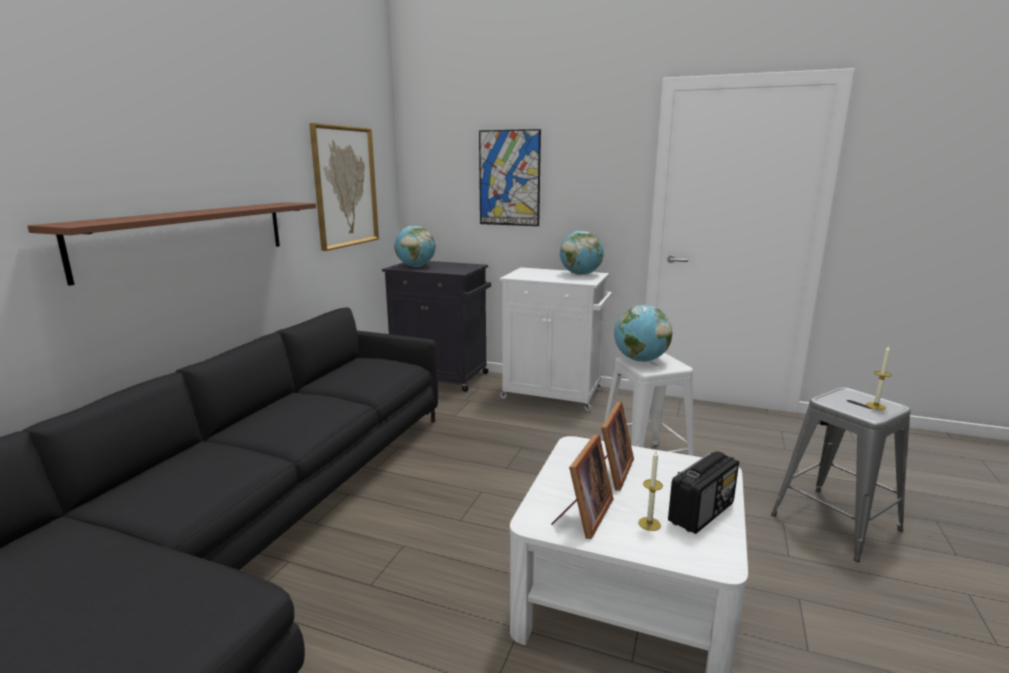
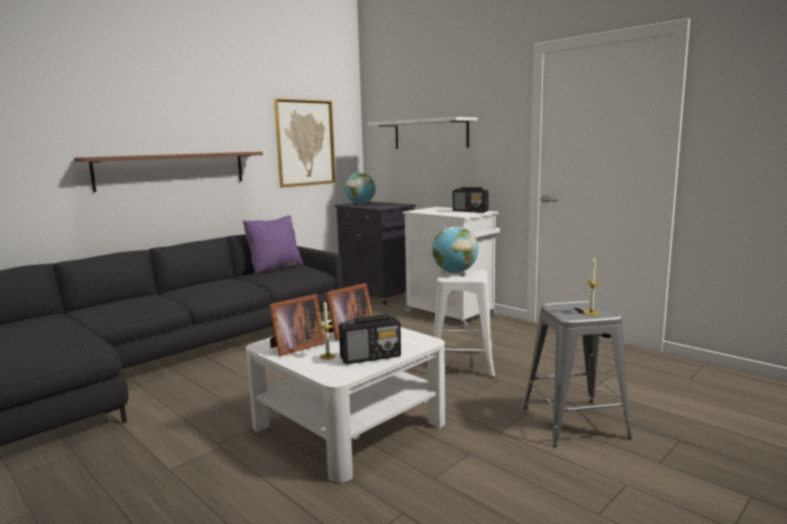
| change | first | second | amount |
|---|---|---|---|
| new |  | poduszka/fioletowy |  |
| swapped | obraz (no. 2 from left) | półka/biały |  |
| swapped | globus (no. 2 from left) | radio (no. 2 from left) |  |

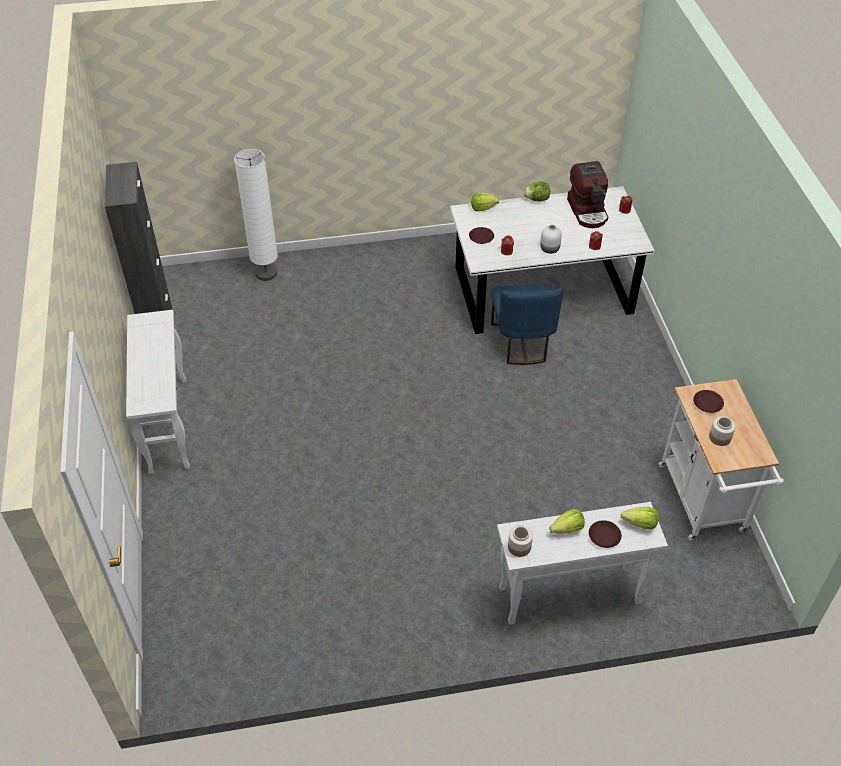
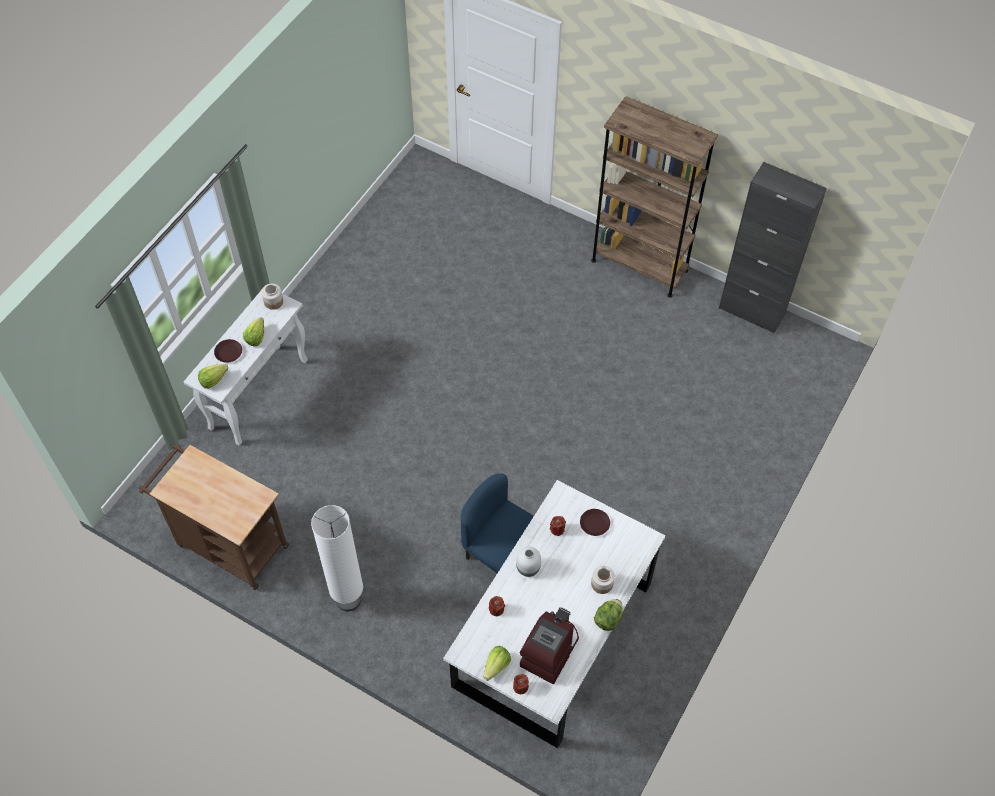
| change | first | second | amount |
|---|---|---|---|
| repainted | wózek/biały | wózek/brązowy |  |
| shifted | lampa stojąca/biały |  |  |
| shifted | sałata (no. 1 from left in the first image) | sałata (no. 3 from left) |  |
| rotated | ekspres do kawy |  | 90 degrees clockwise |
| swapped | stolik konsolowy/biały (no. 1 from left) | regał/brązowy |  |
| shifted | słoik (no. 2 from left) |  |  |
| gone | talerz/brązowy (no. 3 from left) |  |  |

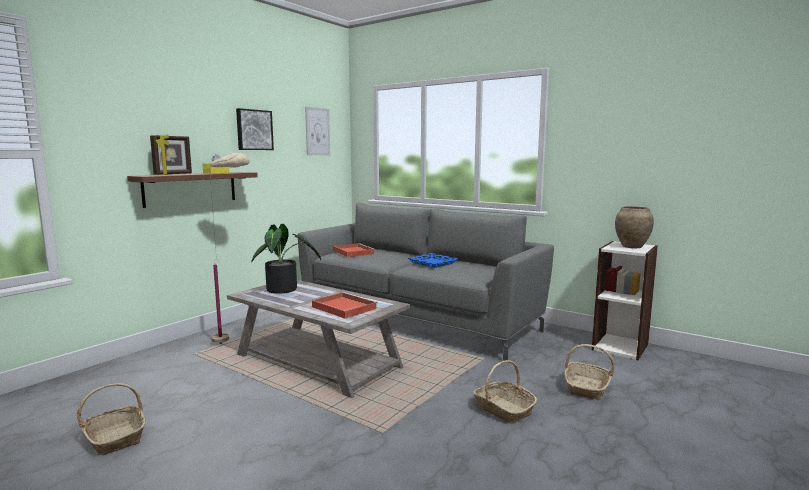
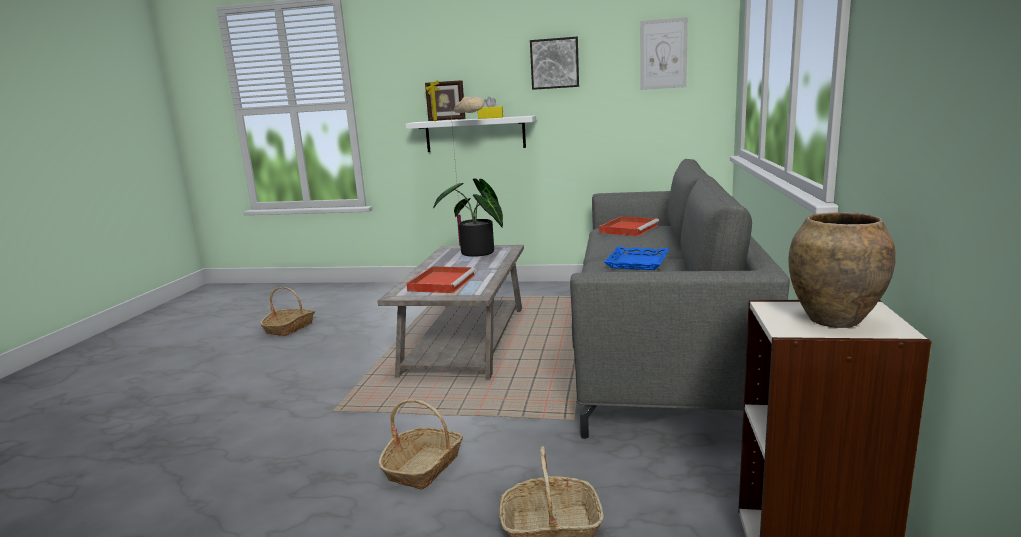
| change | first | second | amount |
|---|---|---|---|
| repainted | półka/brązowy | półka/biały |  |

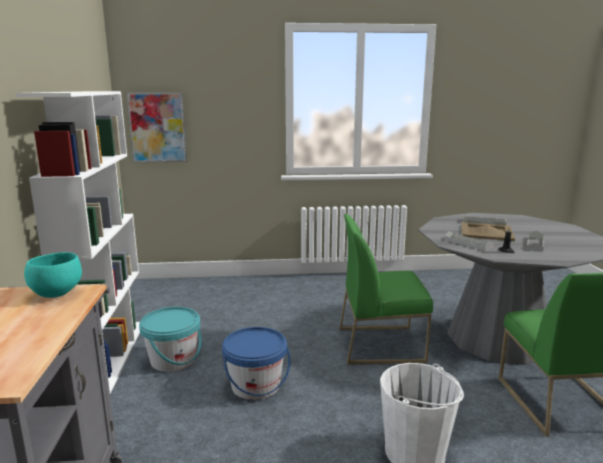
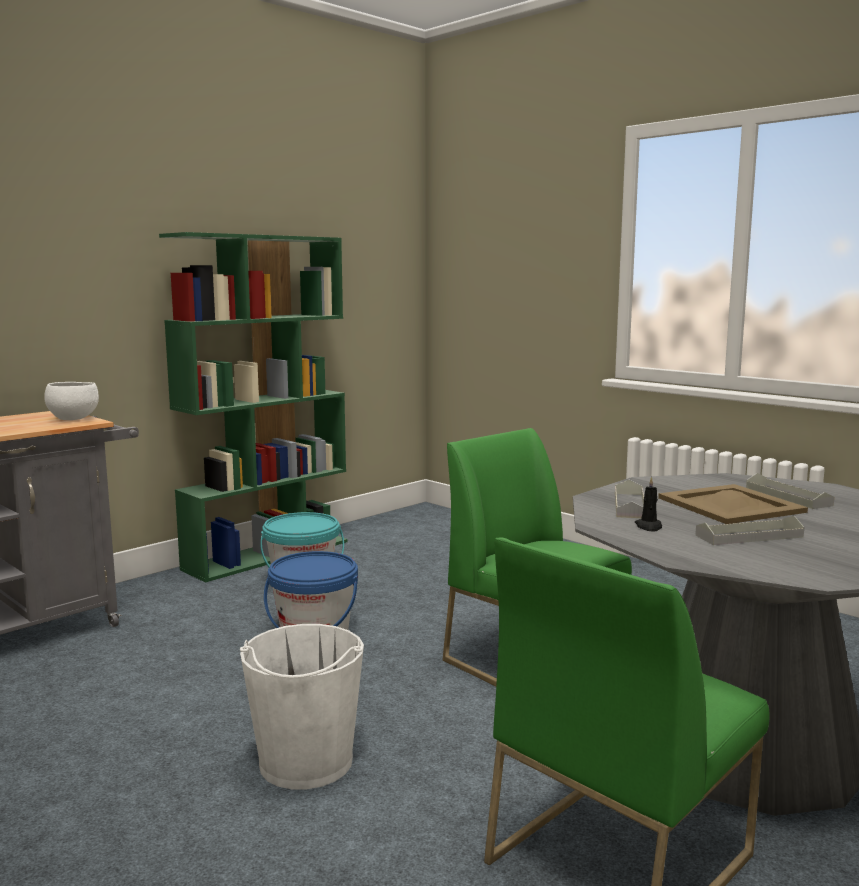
| change | first | second | amount |
|---|---|---|---|
| repainted | miska/turkusowy | miska/biały |  |
| repainted | regał/biały | regał/zielony |  |
| gone | obraz |  |  |

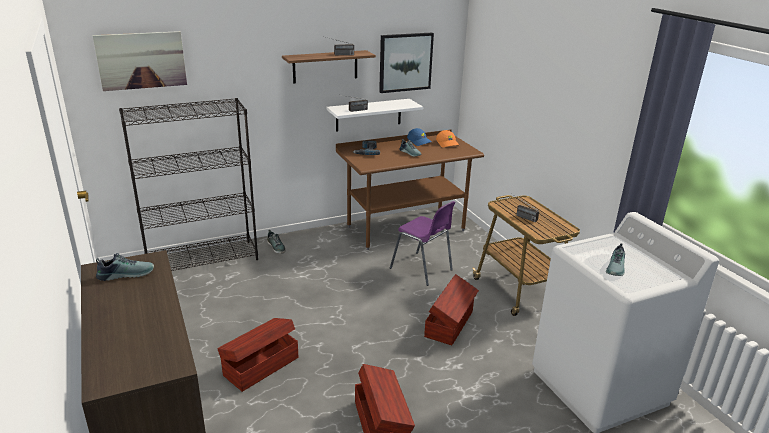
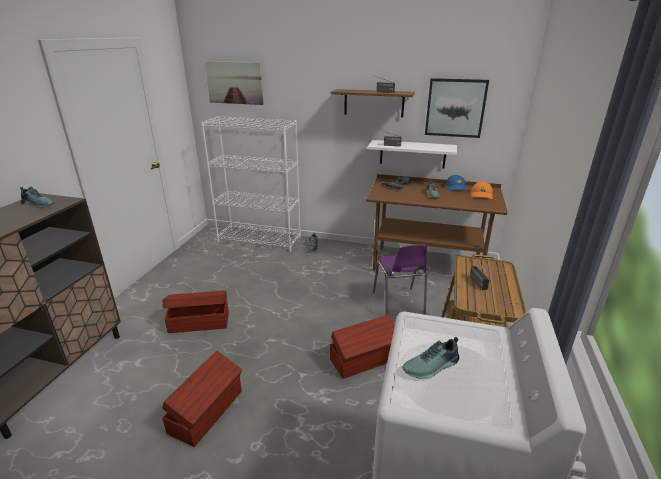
| change | first | second | amount |
|---|---|---|---|
| repainted | regał/czarny | regał/biały |  |

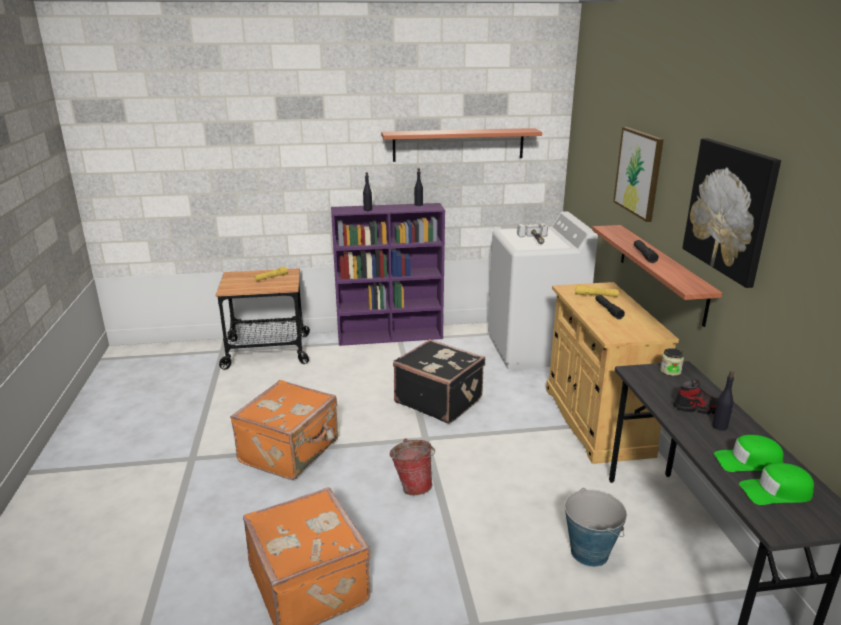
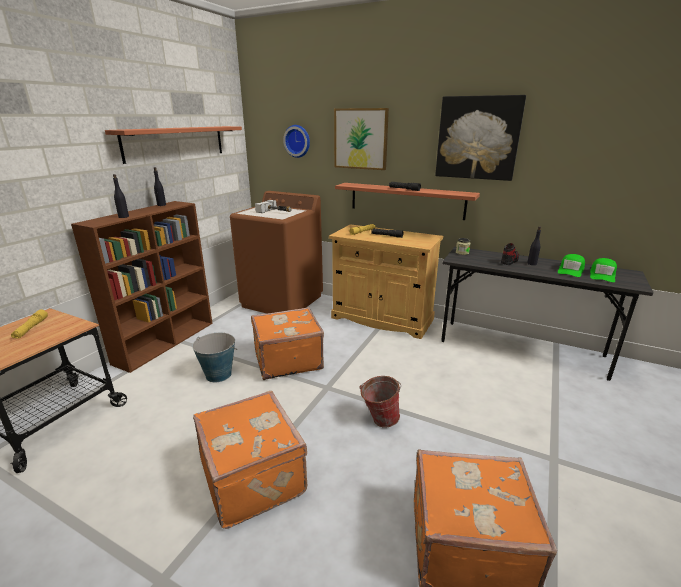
| change | first | second | amount |
|---|---|---|---|
| repainted | regał/fioletowy | regał/brązowy |  |
| shifted | wiadro (no. 2 from left in the first image) | wiadro (no. 1 from left) |  |
| repainted | pralka/biały | pralka/brązowy |  |
| repainted | walizka/czarny | walizka/pomarańczowy (no. 2 from left) |  |
| new |  | zegar ścienny |  |

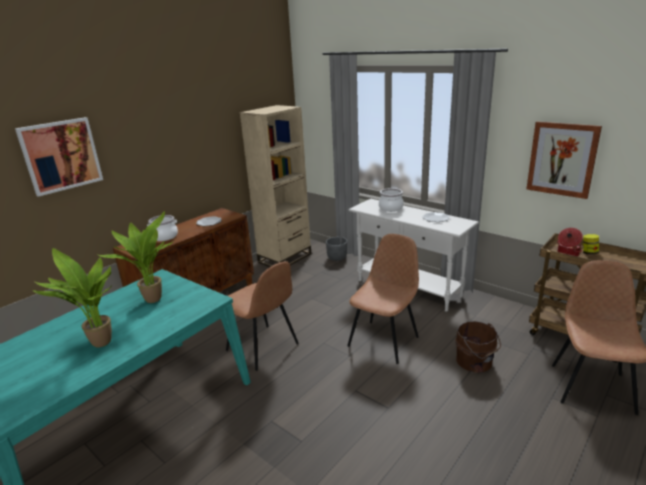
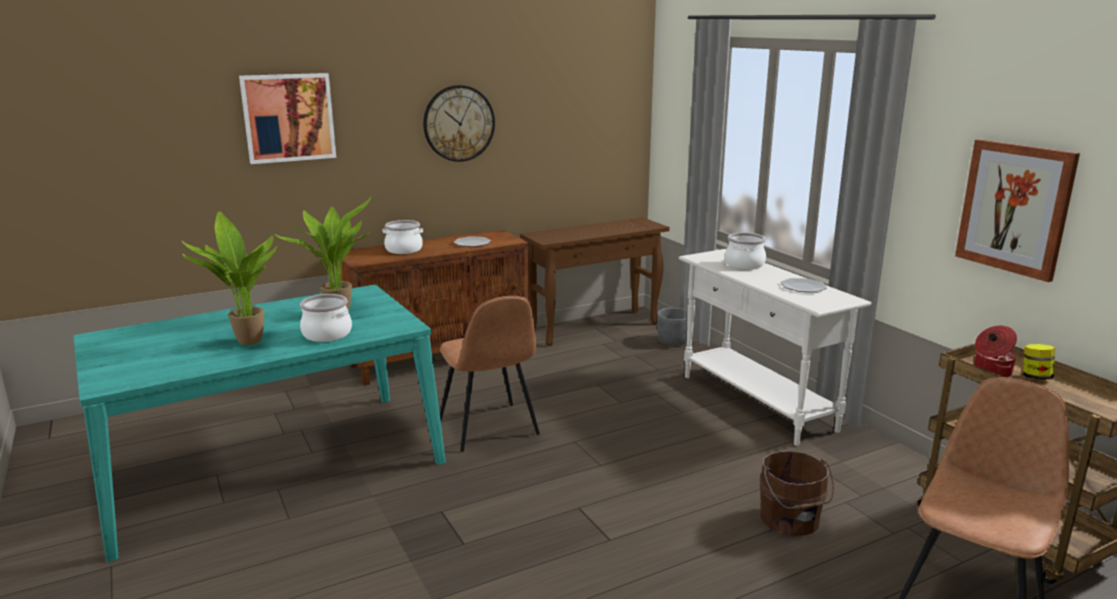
| change | first | second | amount |
|---|---|---|---|
| new |  | garnek (no. 1 from left) |  |
| new |  | zegar ścienny |  |
| swapped | regał/beżowy | stolik konsolowy/brązowy |  |
| gone | krzesło/brązowy (no. 2 from left) |  |  |

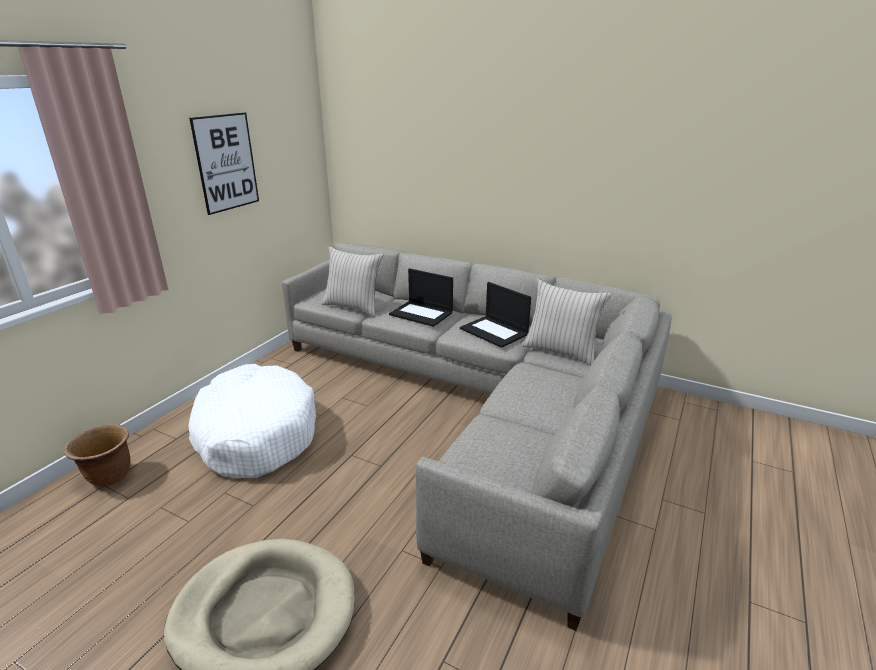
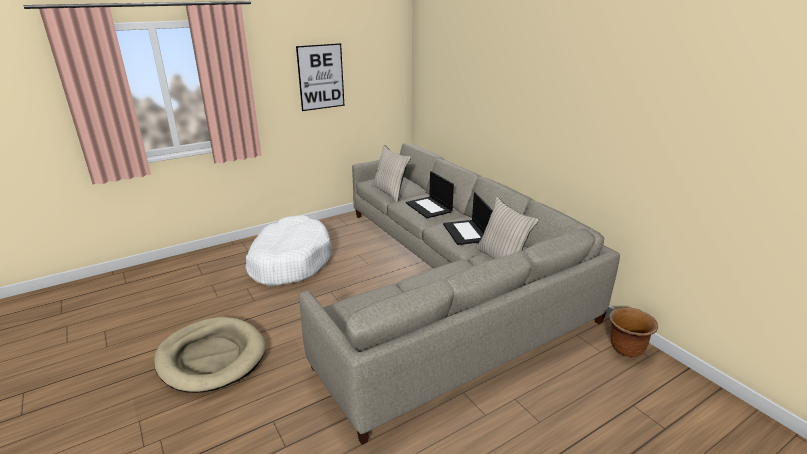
| change | first | second | amount |
|---|---|---|---|
| shifted | donica/brązowy |  |  |

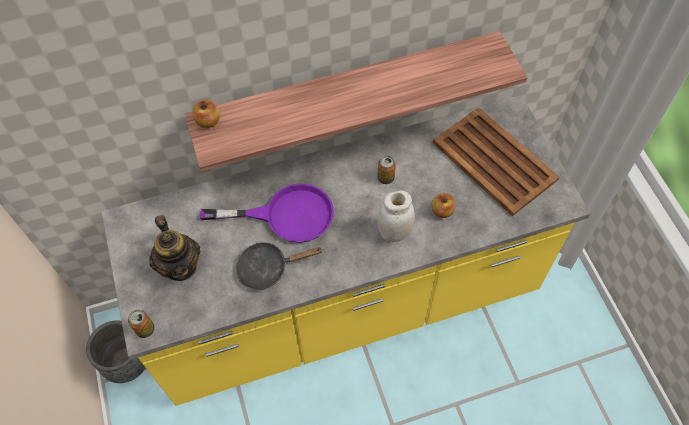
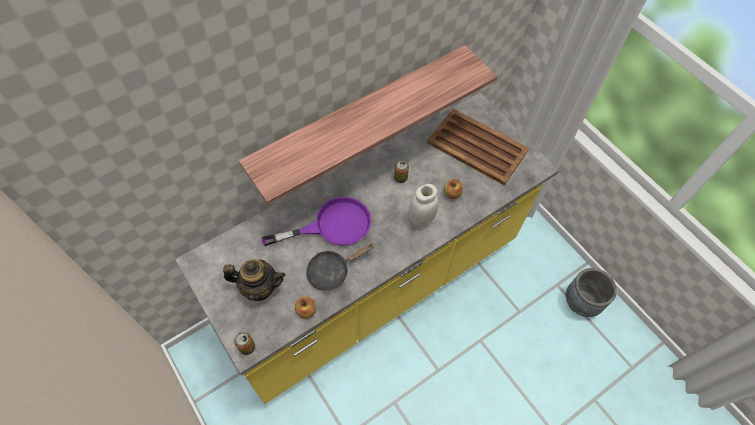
| change | first | second | amount |
|---|---|---|---|
| rotated | imbryk |  | 45 degrees counterclockwise |
| shifted | jabłko (no. 1 from left) |  |  |
| shifted | donica/szary |  |  |

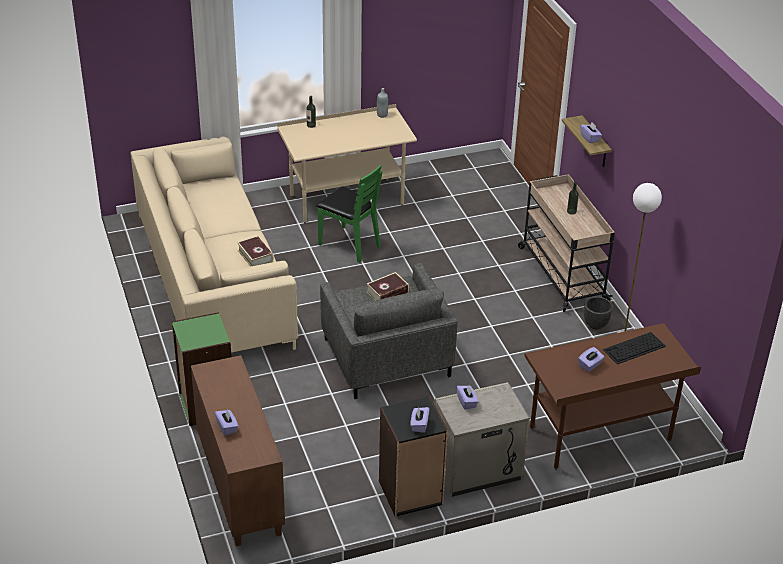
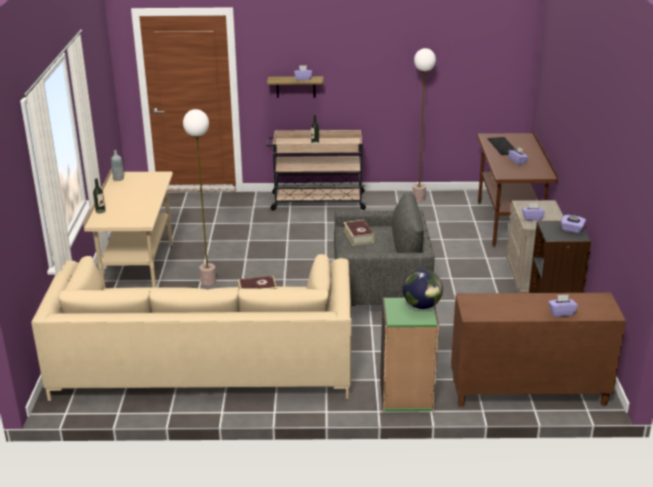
| change | first | second | amount |
|---|---|---|---|
| swapped | krzesło/zielony | lampa stojąca (no. 1 from left) |  |
| new |  | globus |  |
| gone | donica/czarny |  |  |

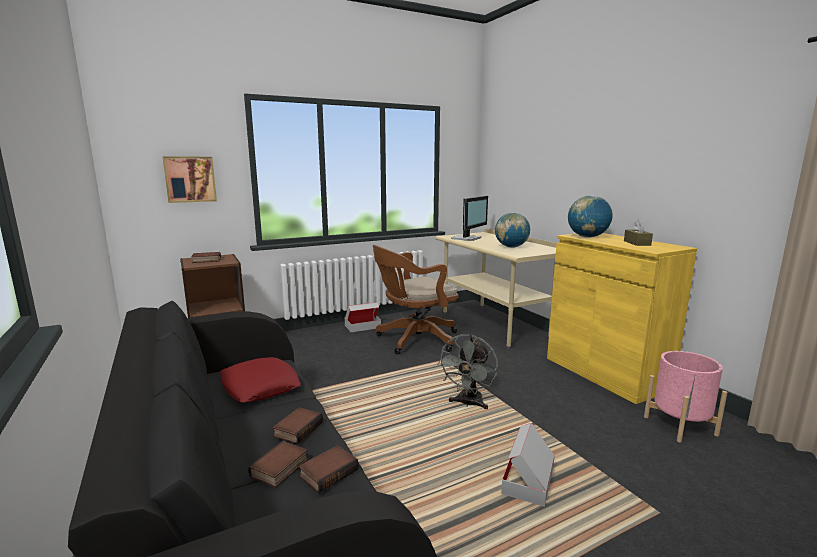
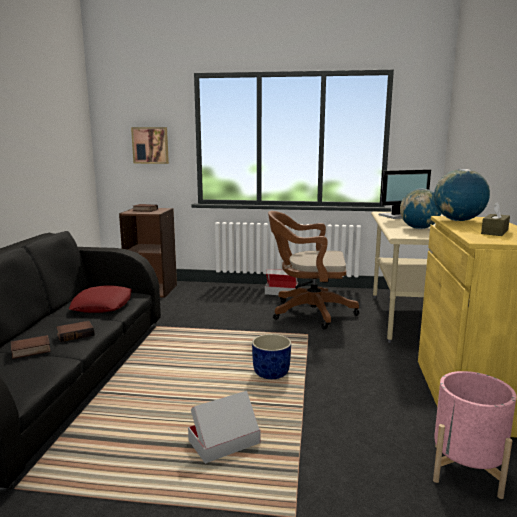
| change | first | second | amount |
|---|---|---|---|
| swapped | wentylator/szary | donica/niebieski |  |
| gone | książka (no. 4 from left) |  |  |

